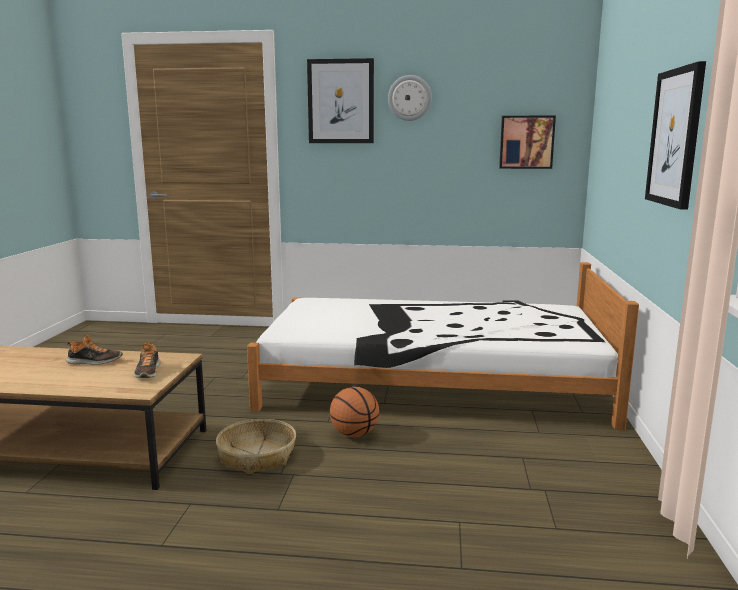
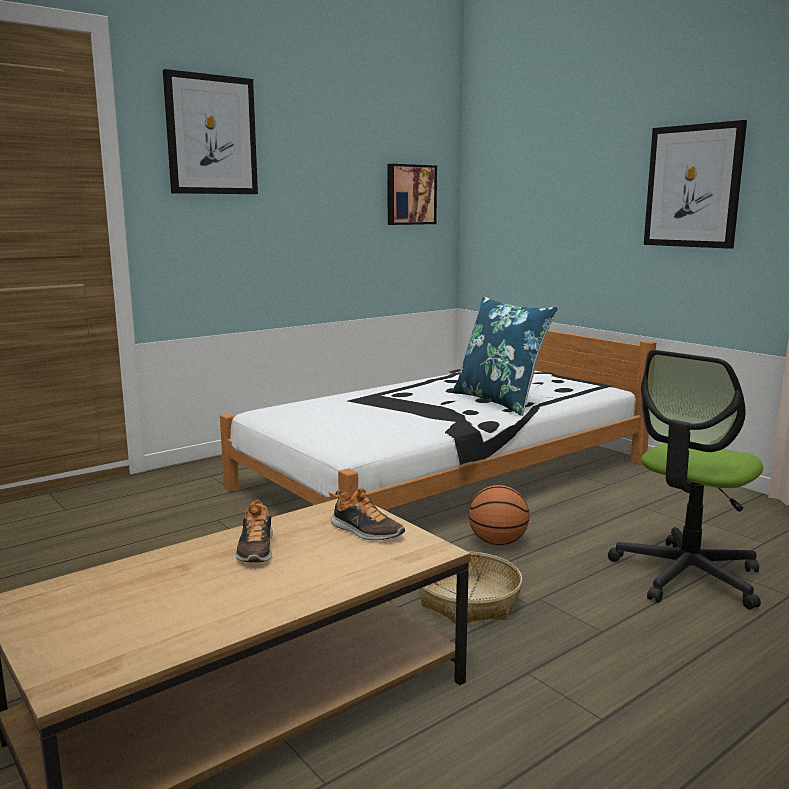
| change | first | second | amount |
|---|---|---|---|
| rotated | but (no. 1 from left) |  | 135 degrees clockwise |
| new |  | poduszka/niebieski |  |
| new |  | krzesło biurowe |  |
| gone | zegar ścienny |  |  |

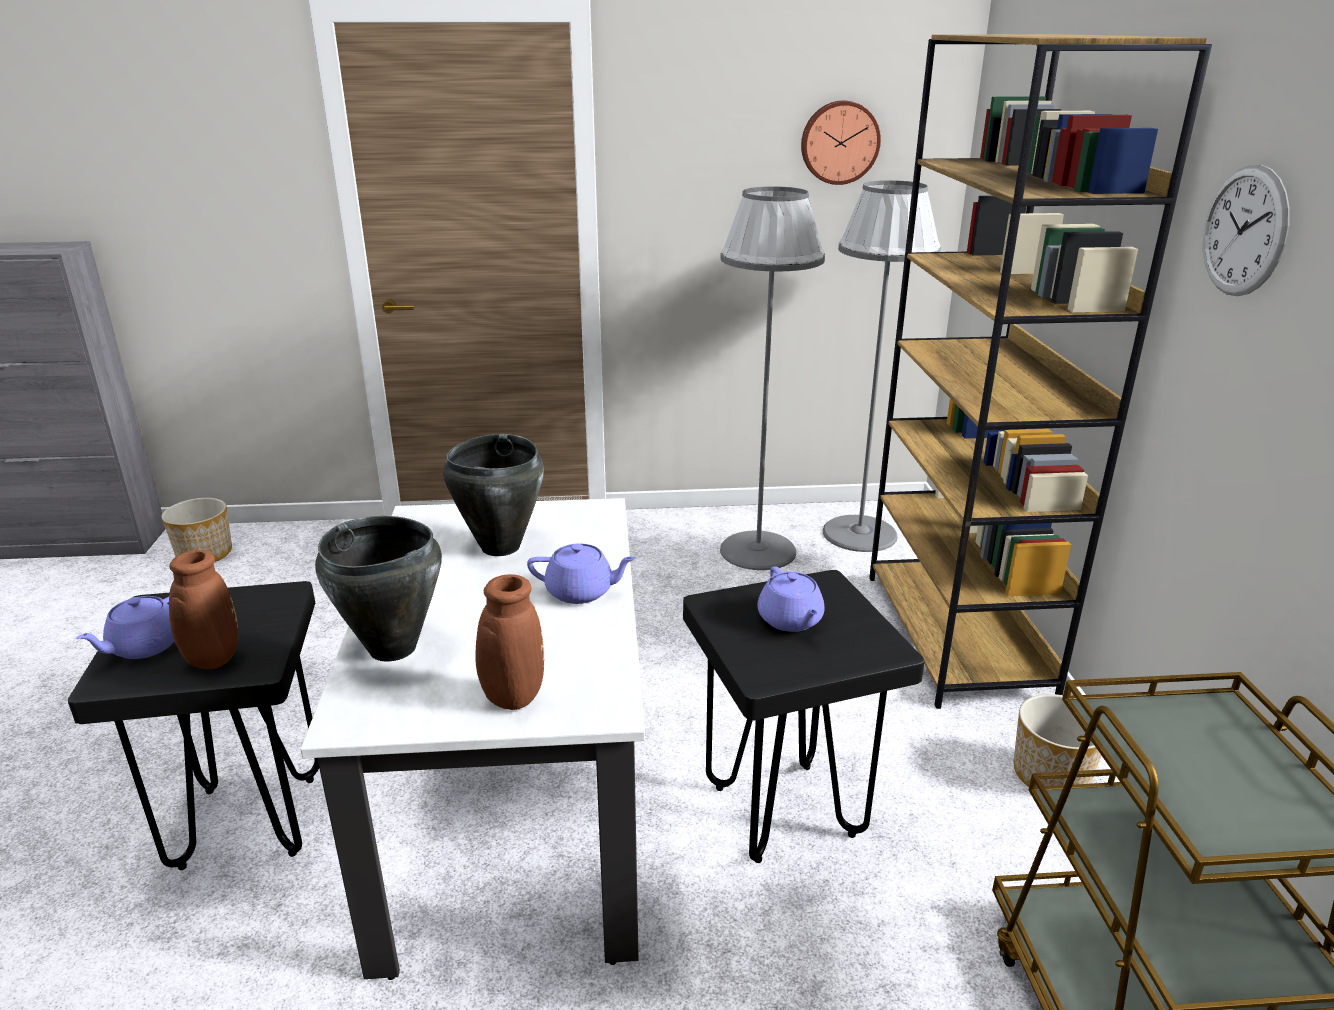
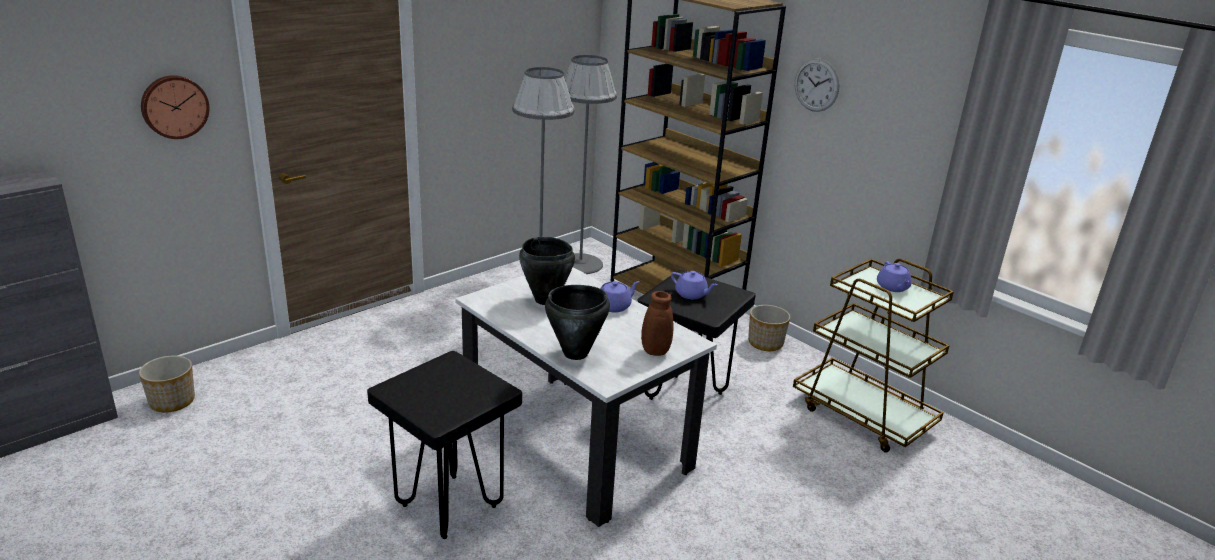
| change | first | second | amount |
|---|---|---|---|
| shifted | zegar ścienny (no. 1 from left) |  |  |
| shifted | imbryk/fioletowy (no. 1 from left in the first image) | imbryk/fioletowy (no. 3 from left) |  |
| gone | wazon/brązowy (no. 1 from left) |  |  |

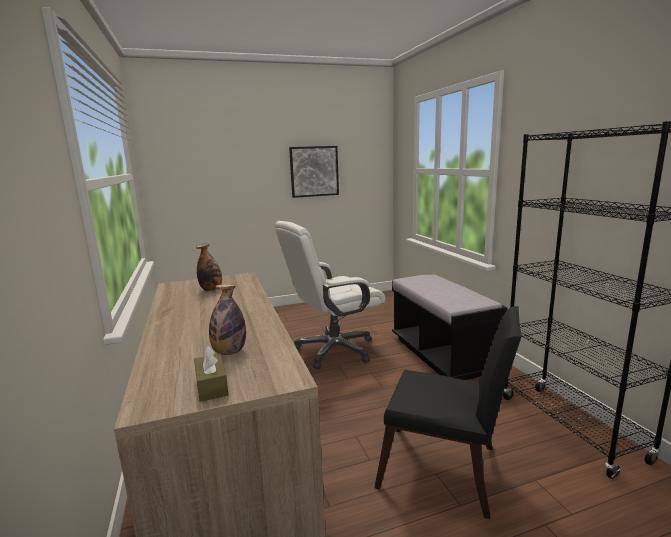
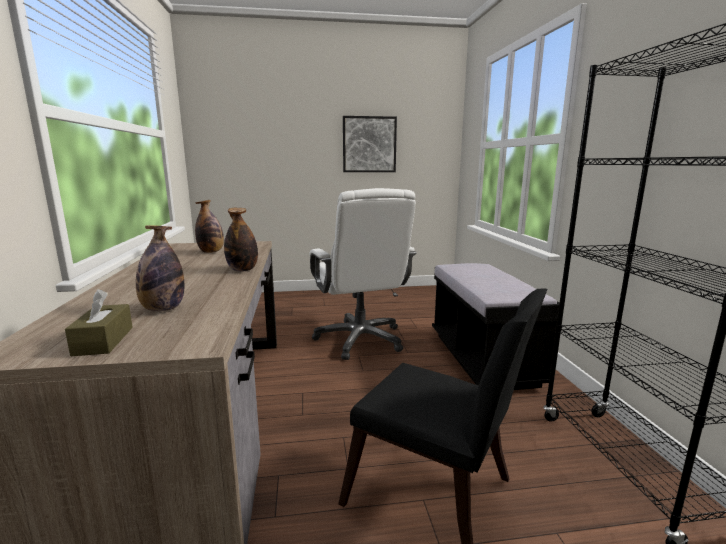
| change | first | second | amount |
|---|---|---|---|
| new |  | butelka (no. 3 from left) |  |
| rotated | krzesło biurowe/biały |  | 90 degrees counterclockwise |

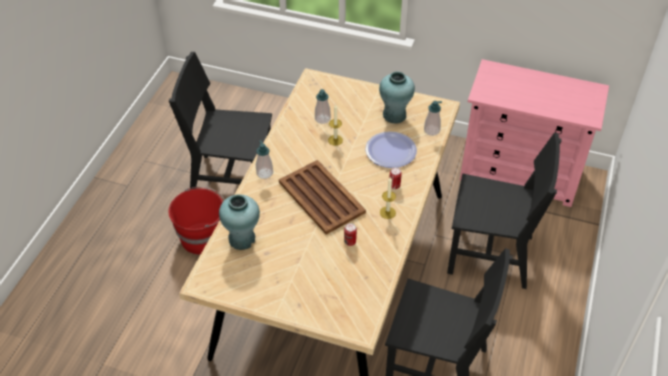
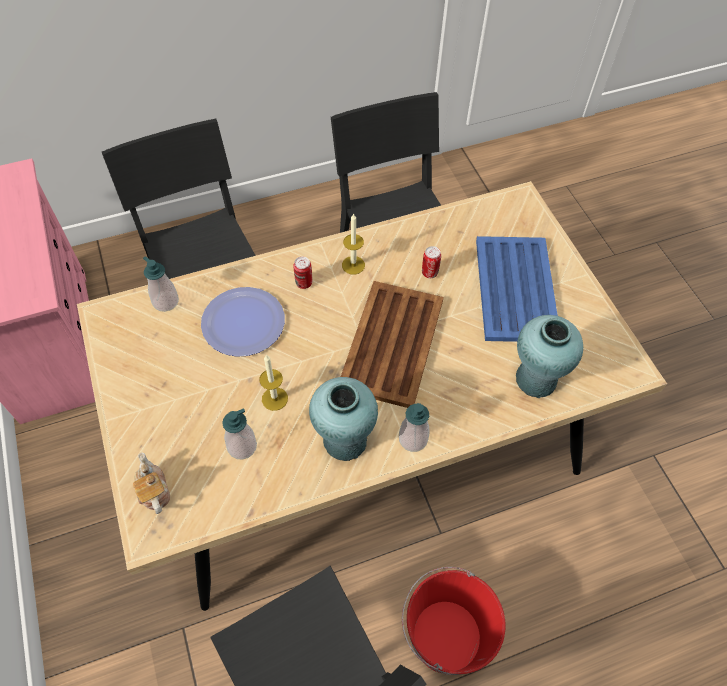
| change | first | second | amount |
|---|---|---|---|
| new |  | imbryk |  |
| shifted | wazon/turkusowy (no. 2 from left in the first image) | wazon/turkusowy (no. 1 from left) |  |
| new |  | taca/niebieski |  |

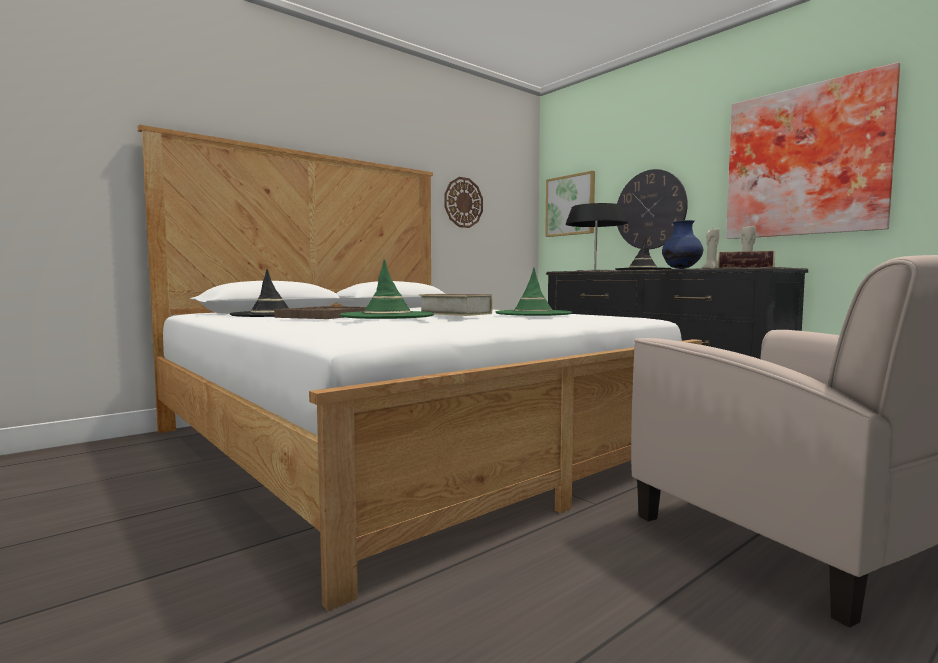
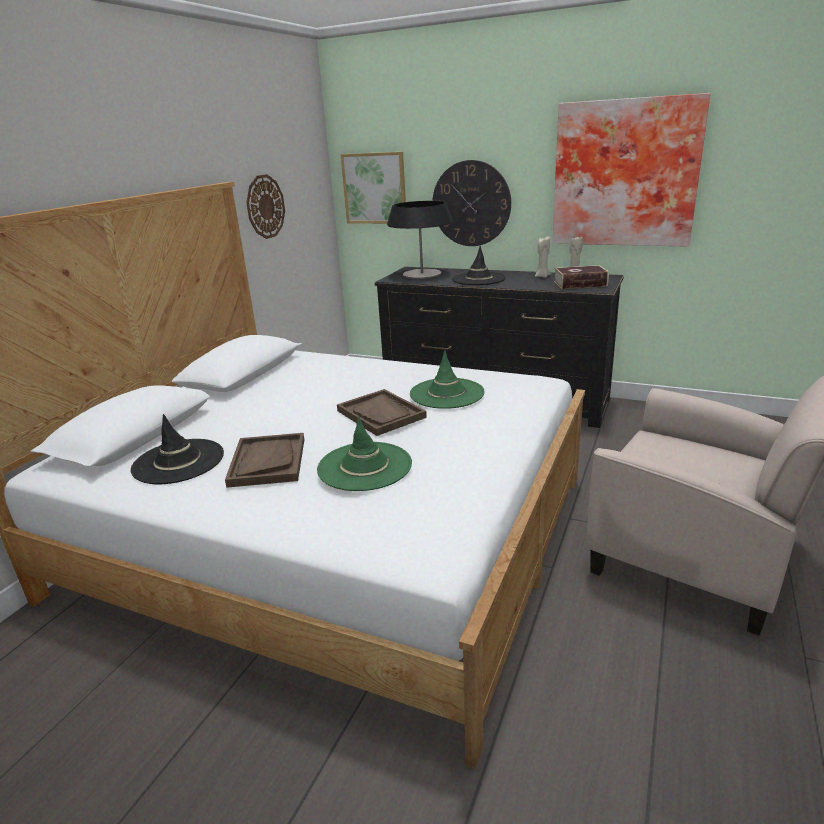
| change | first | second | amount |
|---|---|---|---|
| swapped | książka (no. 1 from left) | taca/brązowy (no. 2 from left) |  |
| gone | wazon/niebieski |  |  |

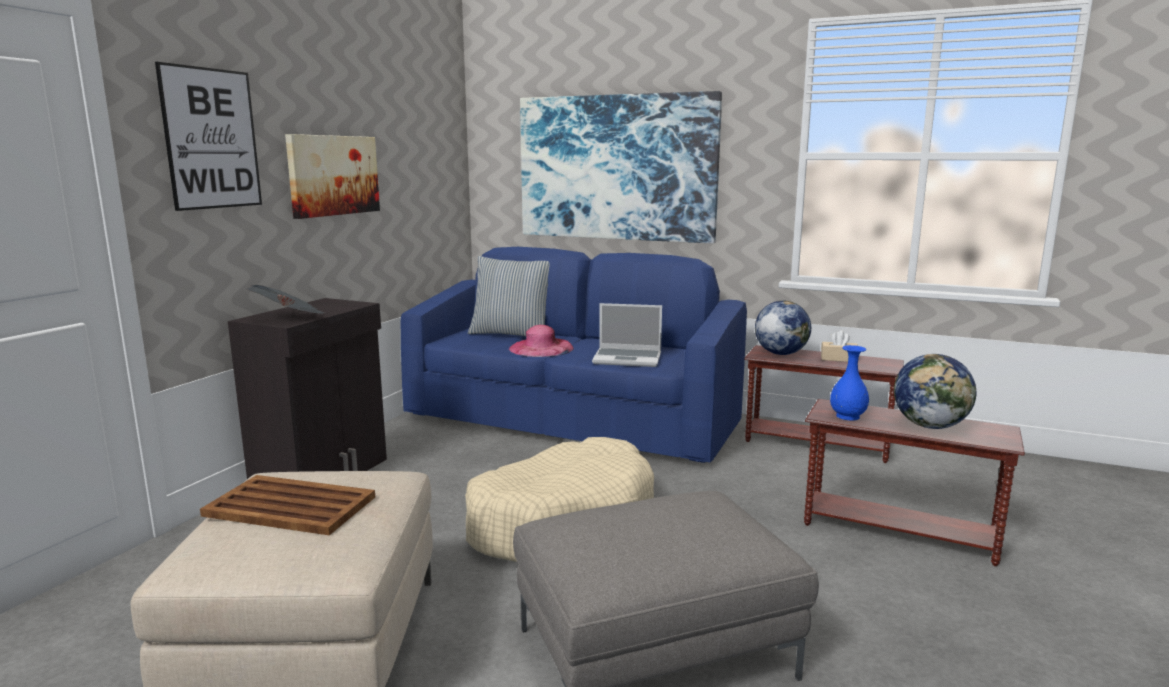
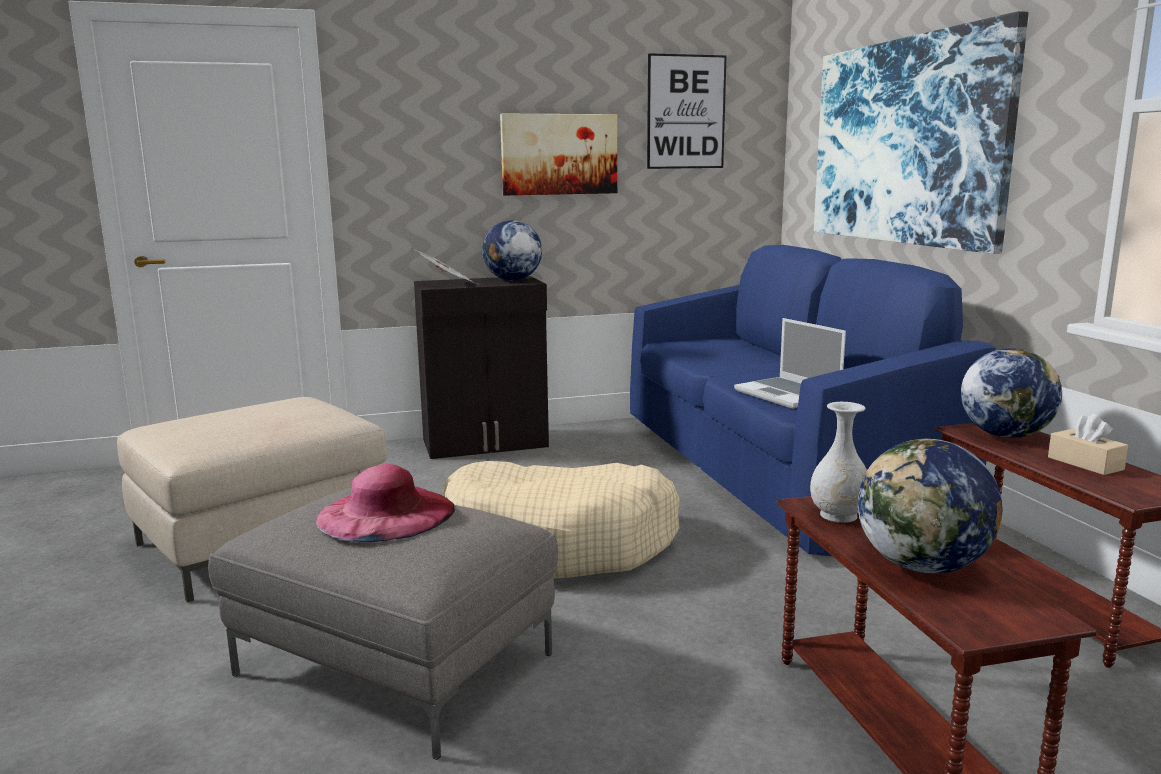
| change | first | second | amount |
|---|---|---|---|
| shifted | kapelusz/różowy |  |  |
| new |  | globus (no. 1 from left) |  |
| shifted | obraz (no. 1 from left in the first image) | obraz (no. 2 from left) |  |
| repainted | wazon/niebieski | wazon/biały |  |
| gone | taca/brązowy |  |  |
| gone | poduszka |  |  |

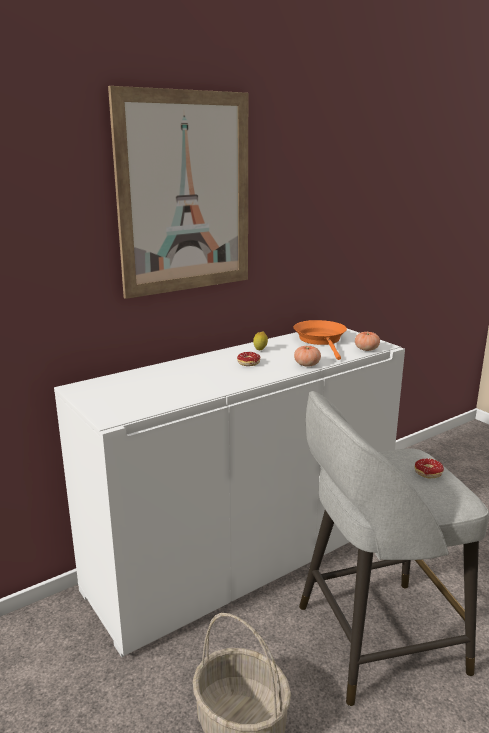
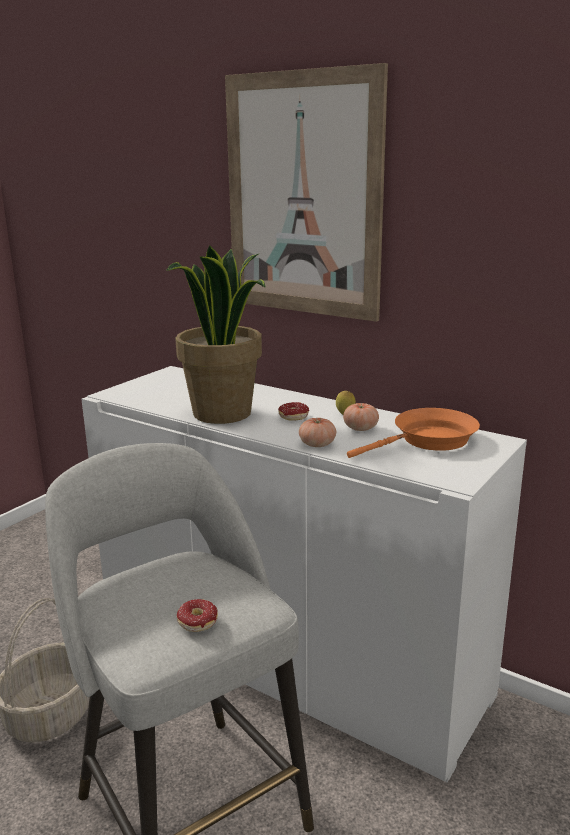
| change | first | second | amount |
|---|---|---|---|
| new |  | roślina doniczkowa |  |
| shifted | pomidor (no. 2 from left) |  |  |

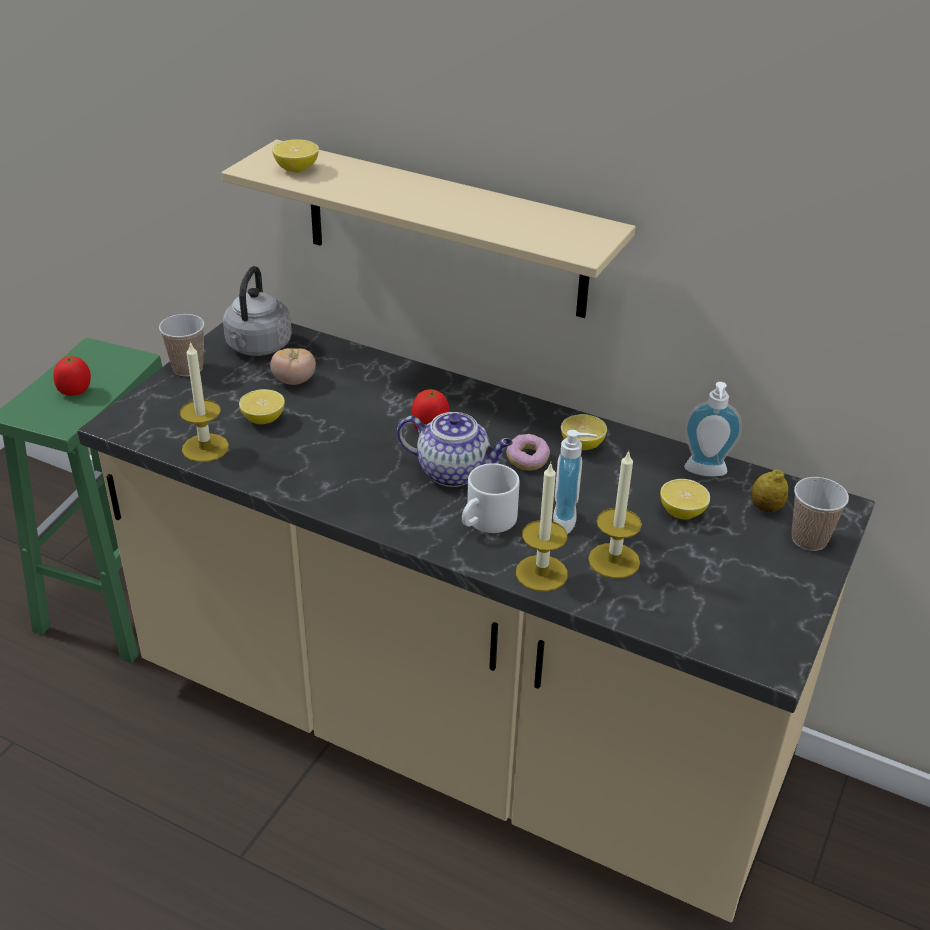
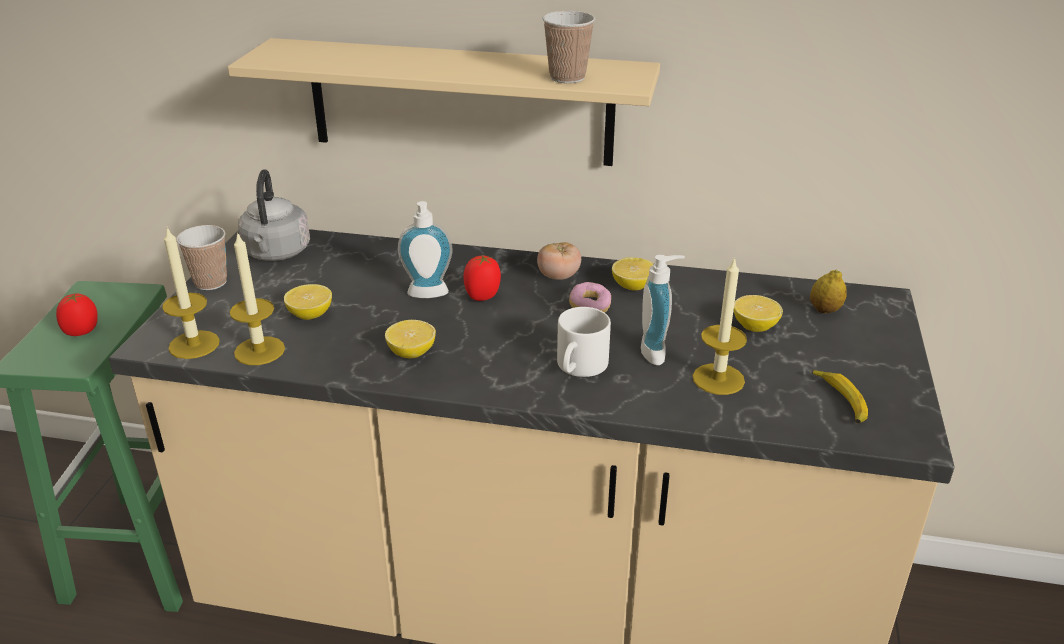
| change | first | second | amount |
|---|---|---|---|
| shifted | świeca (no. 2 from left in the first image) | świeca (no. 1 from left) |  |
| shifted | cytryna (no. 2 from left) |  |  |
| shifted | dozownik mydła (no. 2 from left in the first image) | dozownik mydła (no. 1 from left) |  |
| shifted | pomidor (no. 2 from left in the first image) | pomidor (no. 3 from left) |  |
| shifted | filiżanka (no. 2 from left) |  |  |
| new |  | banan |  |
| gone | imbryk |  |  |

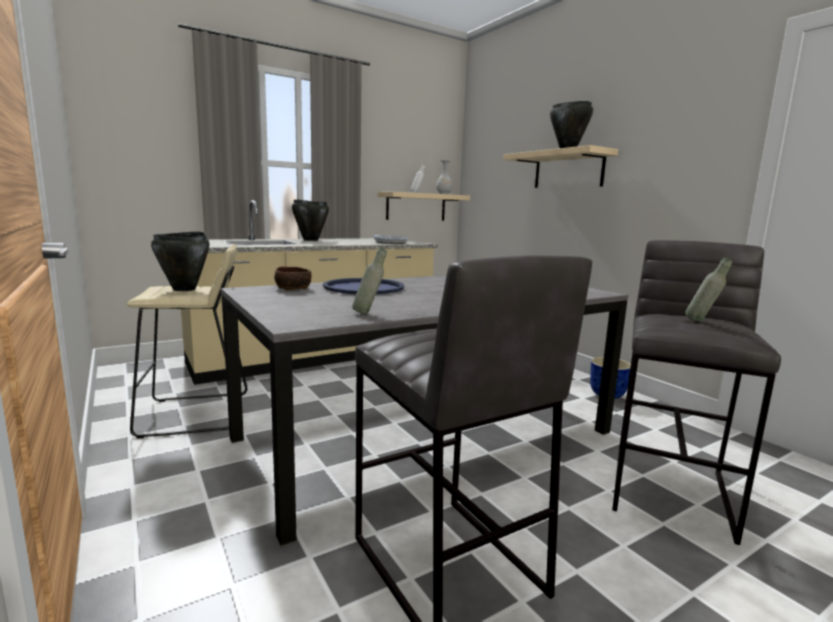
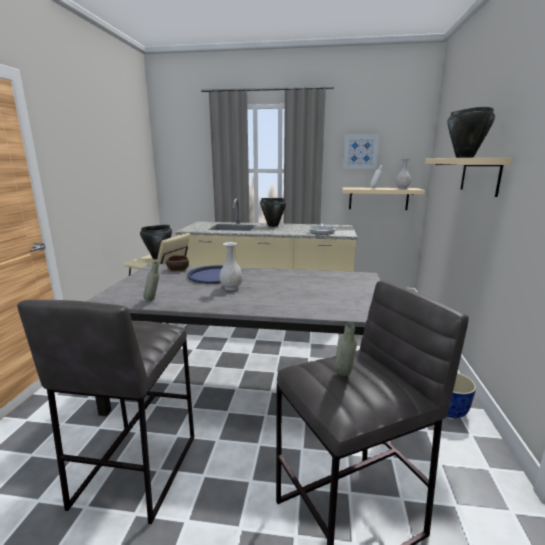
| change | first | second | amount |
|---|---|---|---|
| new |  | wazon/biały (no. 1 from left) |  |
| new |  | obraz |  |

